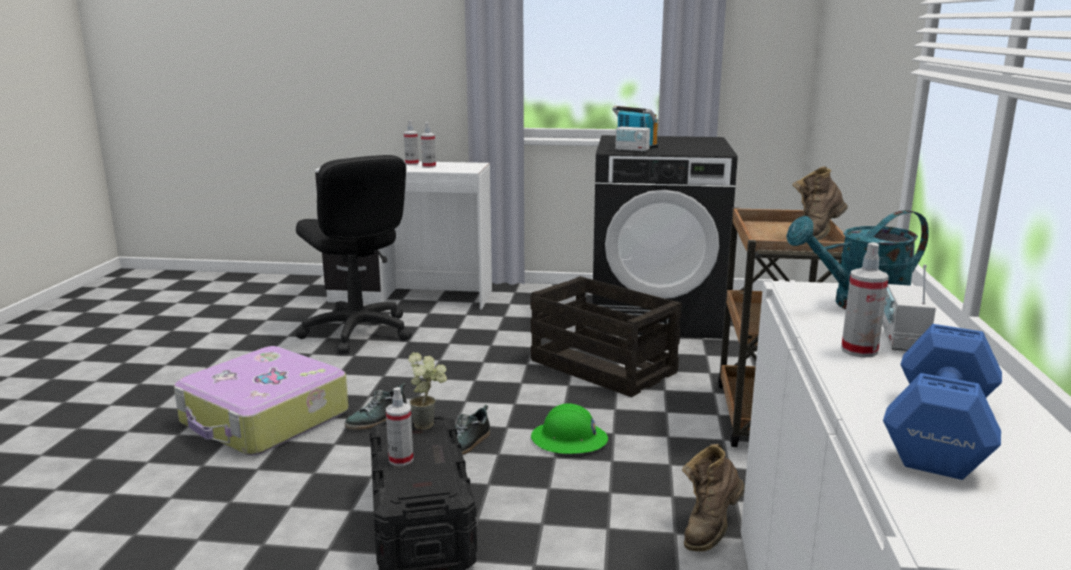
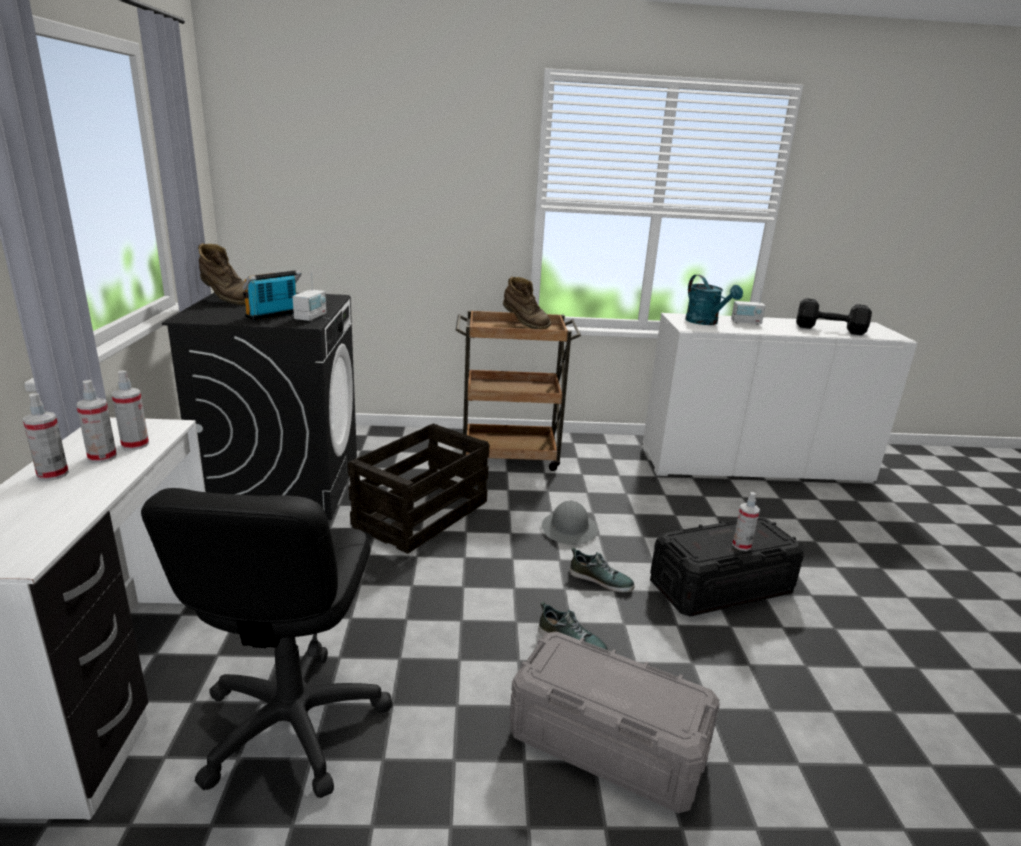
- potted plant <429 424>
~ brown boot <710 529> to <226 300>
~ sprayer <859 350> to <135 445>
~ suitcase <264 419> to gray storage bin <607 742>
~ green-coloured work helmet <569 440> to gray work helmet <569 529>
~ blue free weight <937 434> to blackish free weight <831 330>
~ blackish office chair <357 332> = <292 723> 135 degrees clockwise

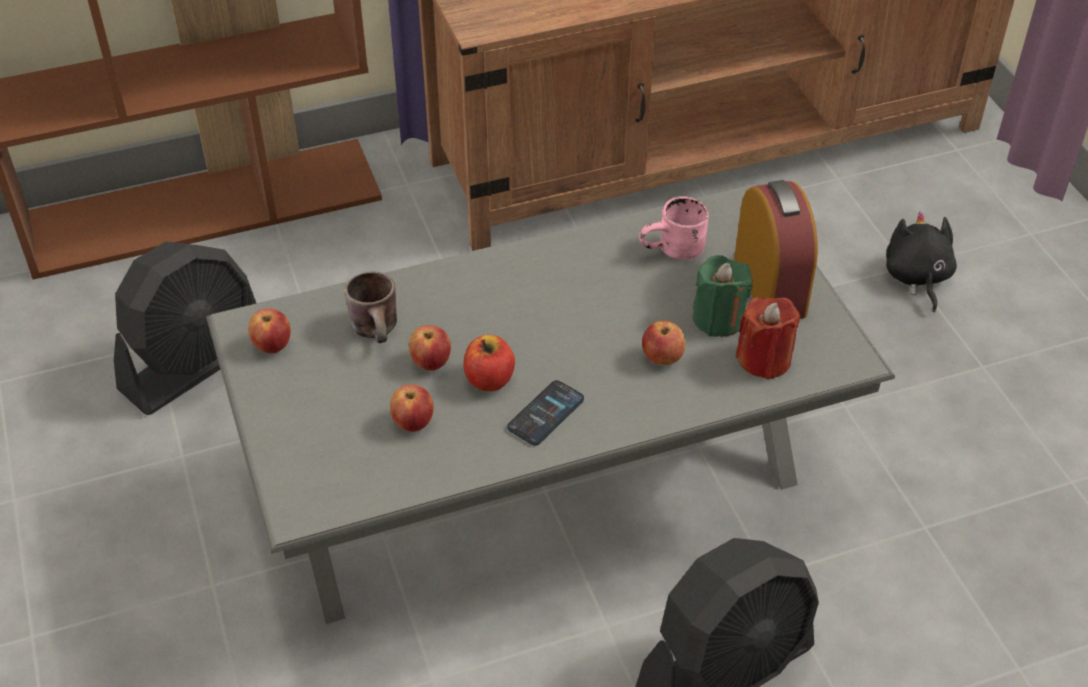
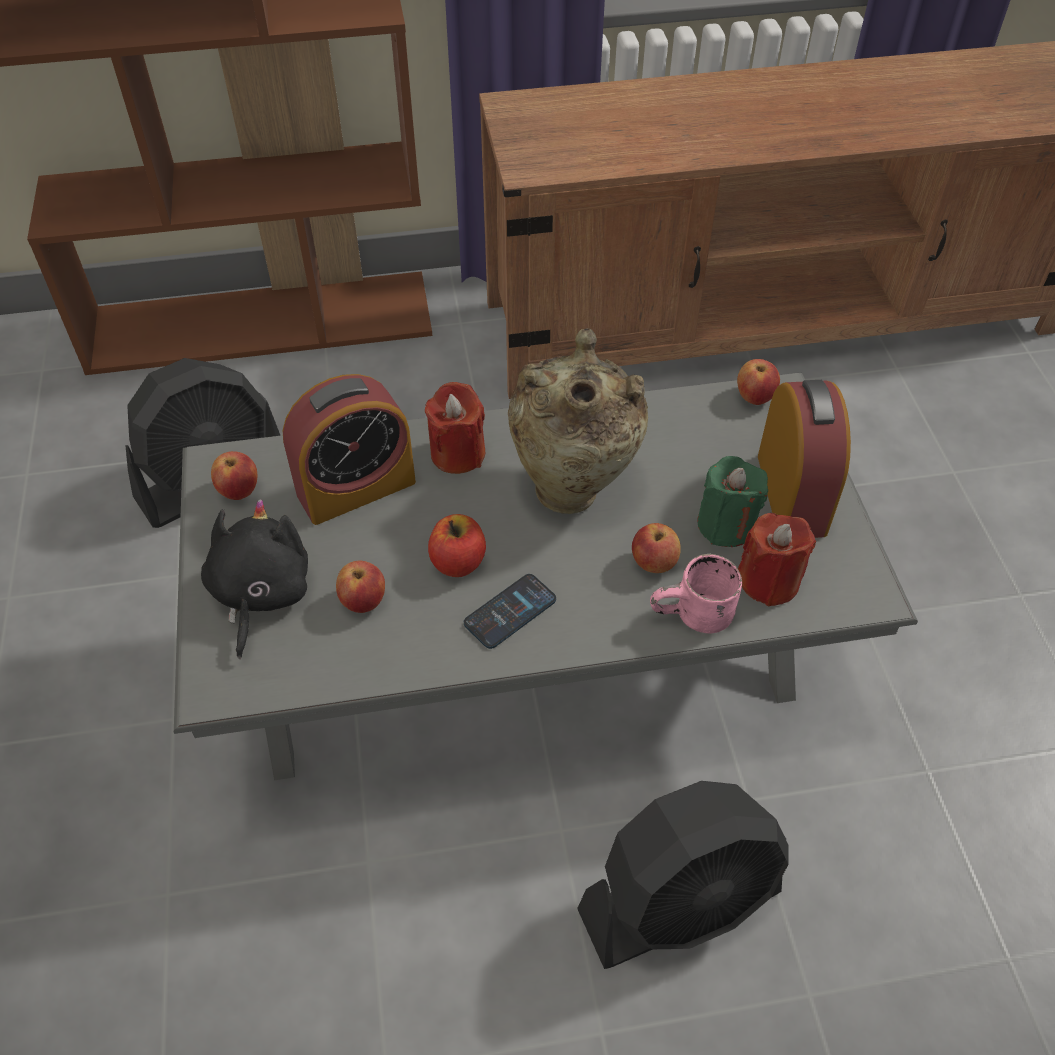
+ red wax light <457 453>
+ beige vase <573 488>
~ apple fruit <431 362> to <754 397>
~ pink tea mug <674 252> to <694 619>
~ blackish soft toy <917 277> to <260 594>
~ brown tea mug <380 330> to bedside clock <356 488>

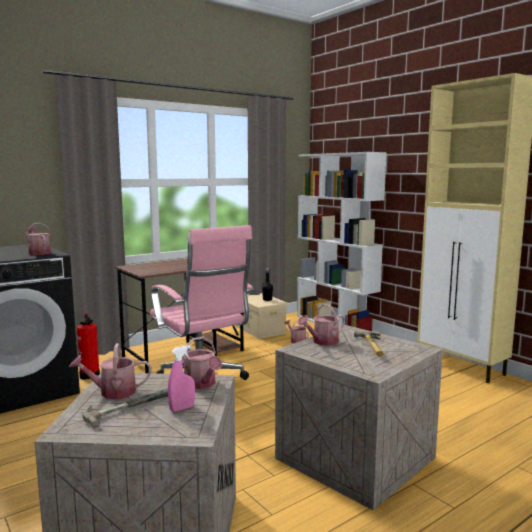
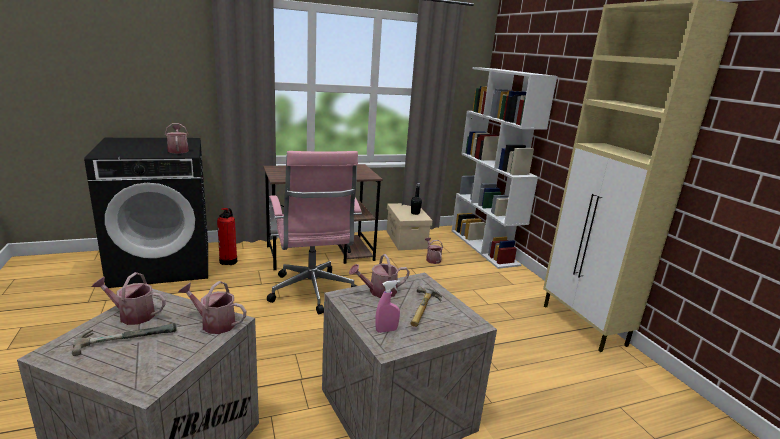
~ pink sprayer <182 408> to <386 330>
~ watering pot <201 384> = <214 323> 120 degrees clockwise

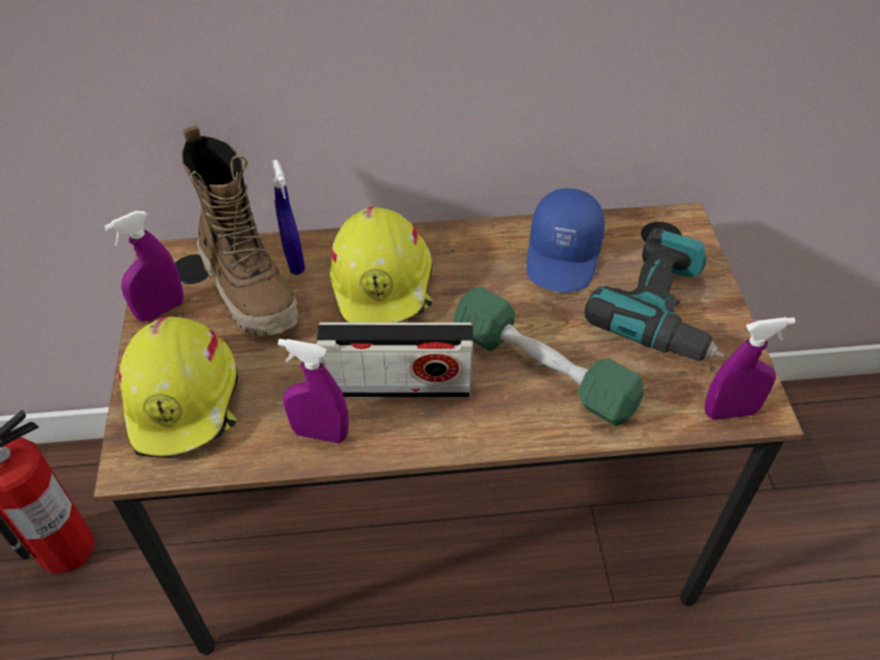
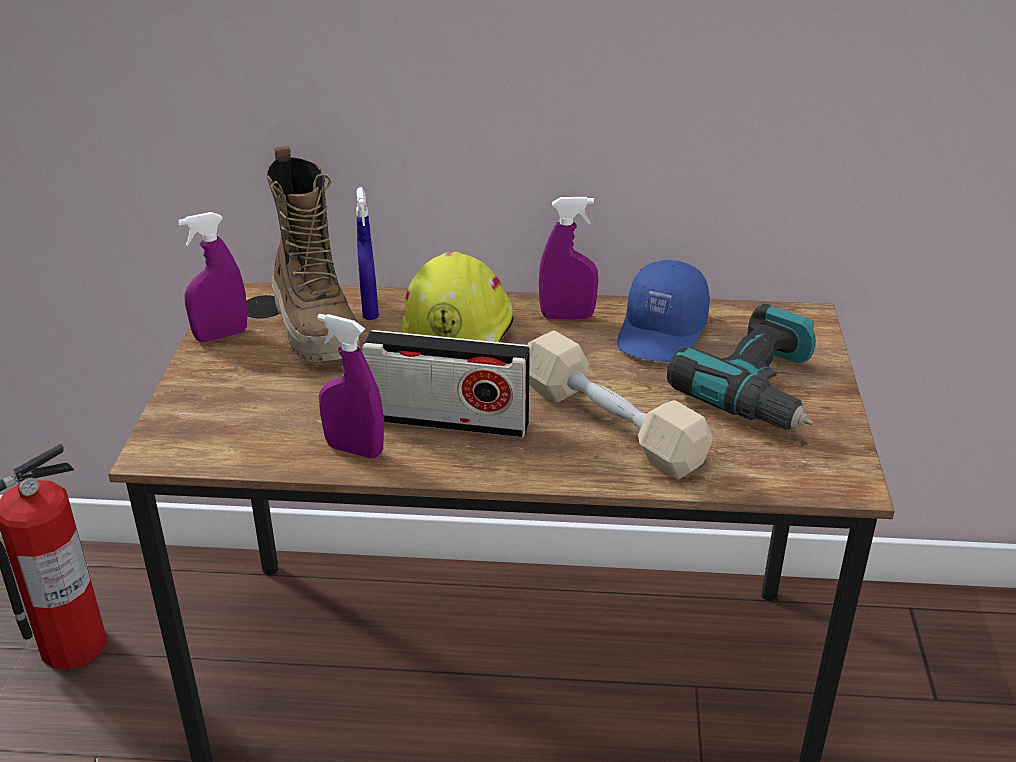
- yellowish work helmet <185 400>
~ purple-coloured sprayer <730 412> to <567 316>
~ green-coloured free weight <543 370> to beige free weight <611 424>

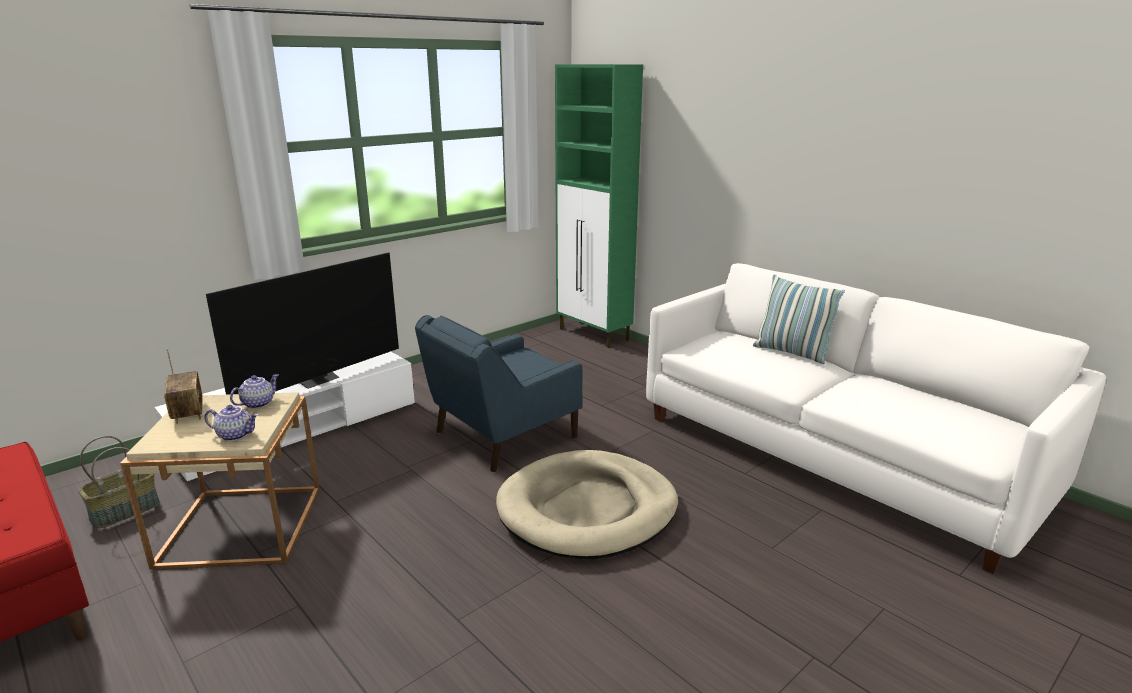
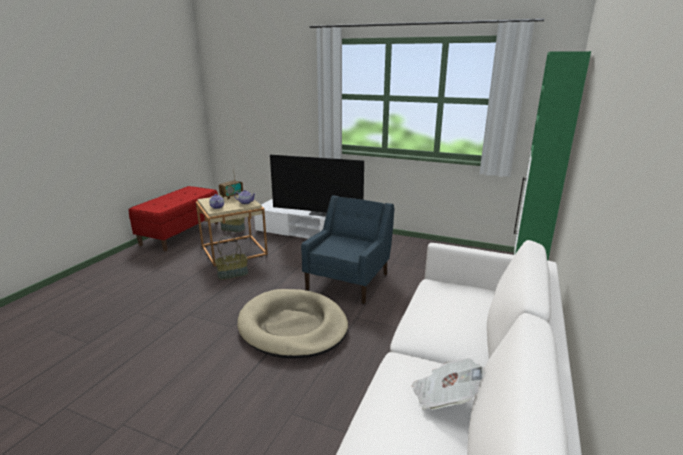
- cushion <791 353>
+ storage basket <233 274>
+ printed paper <444 397>
~ blue easy chair <502 436> = <349 281> 90 degrees clockwise

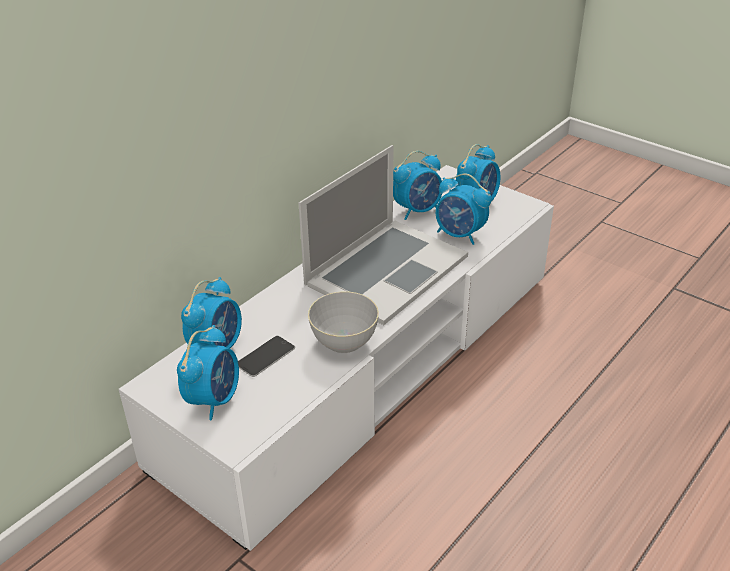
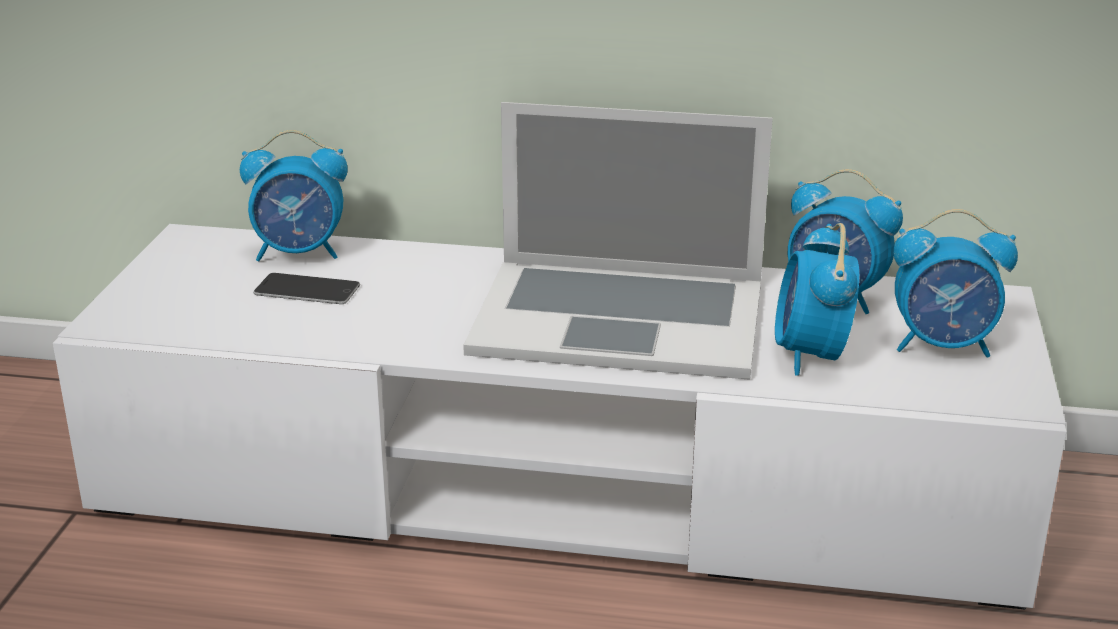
- bedside clock <214 399>
- gray bowl <344 342>

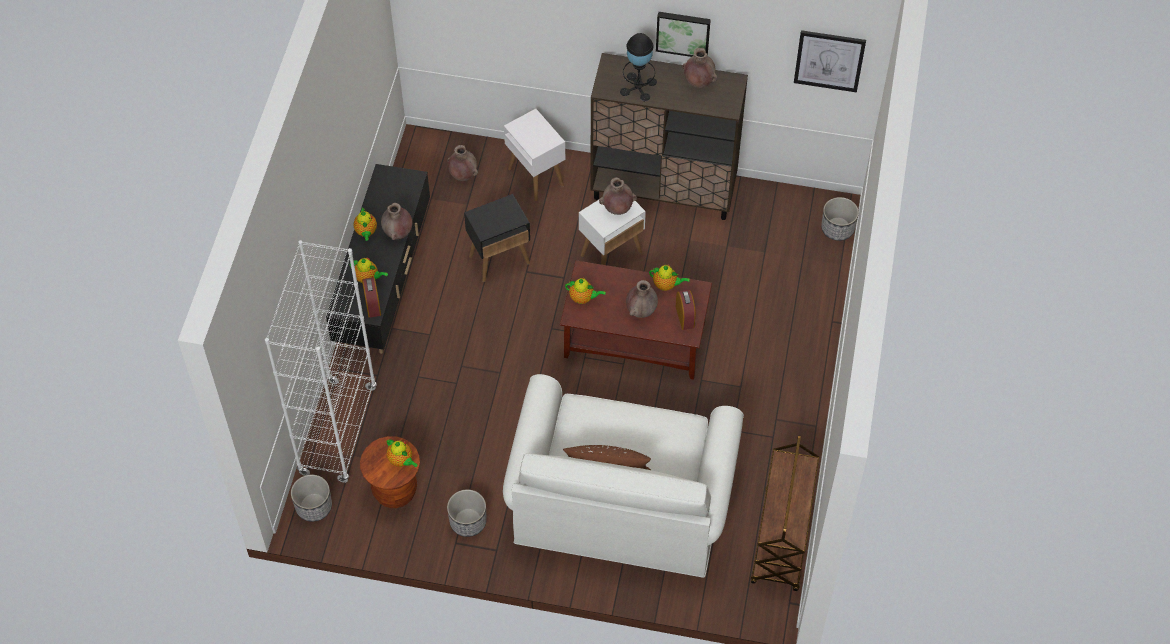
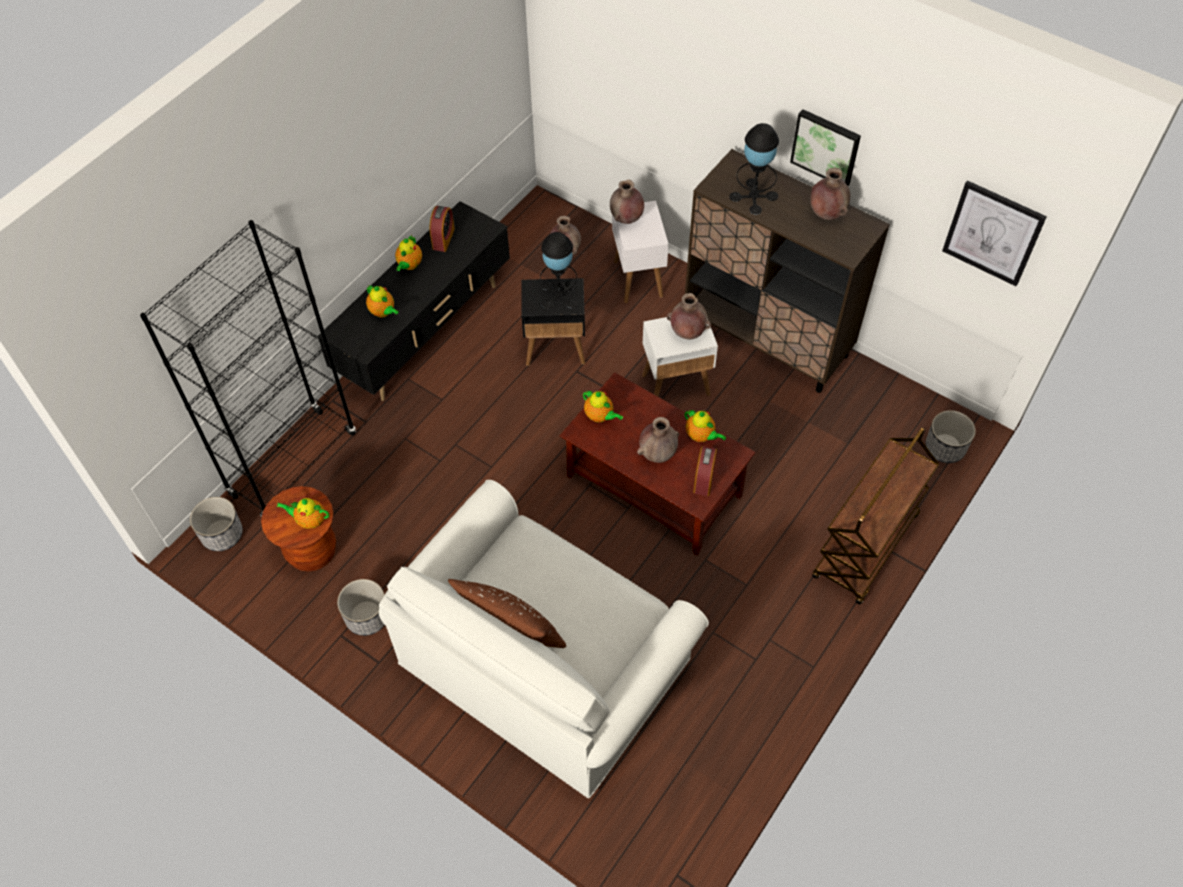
+ blackish tabletop lamp <559 295>
~ bedside clock <372 304> to <443 238>
~ brown vase <398 233> to <626 219>
~ brown wheeled cart <782 541> to <866 547>
~ whitish bookcase <338 431> to blackish bookcase <293 464>
~ pot for tea <401 461> = <309 520> 120 degrees clockwise

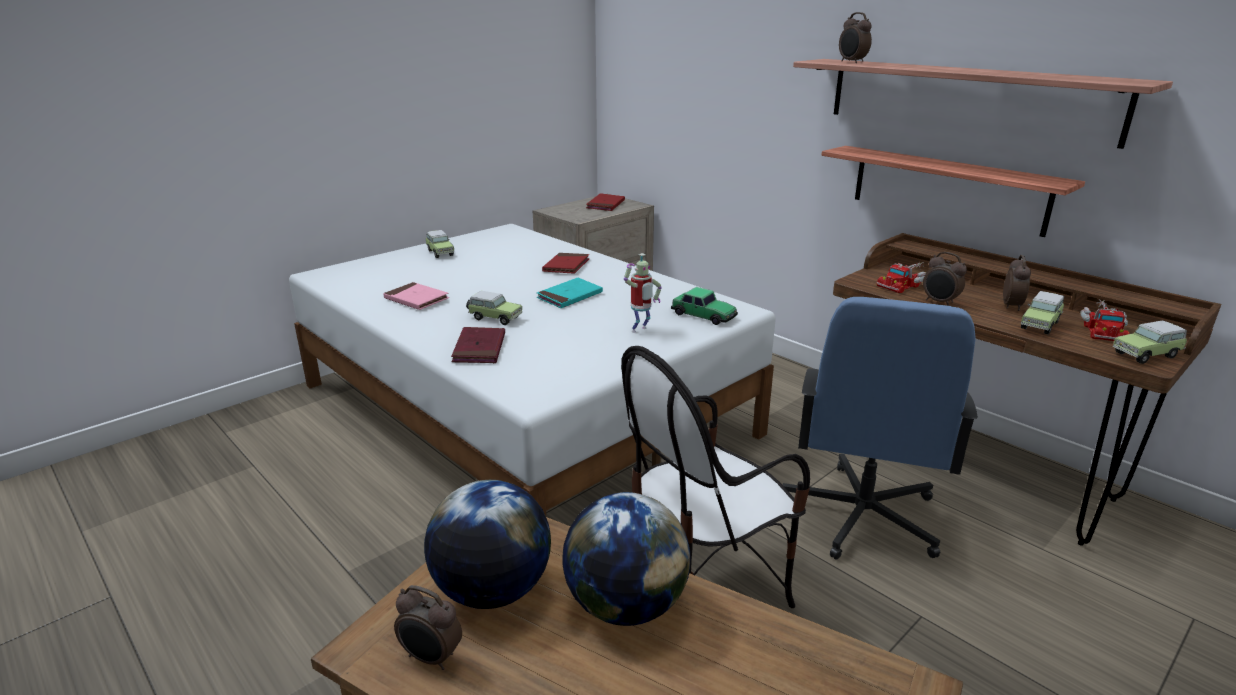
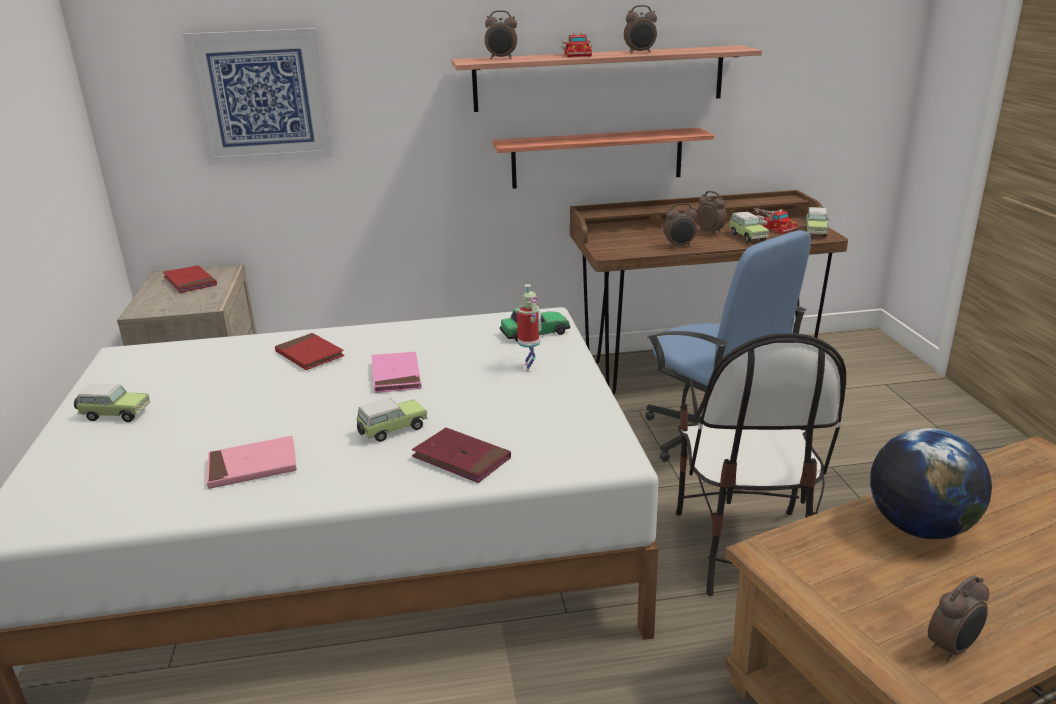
- desk globe <492 591>
+ wall picture <261 97>
+ bedside clock <640 53>
~ model truck <902 284> to <577 54>
~ turquoise-coloured book <570 296> to pink book <396 376>

